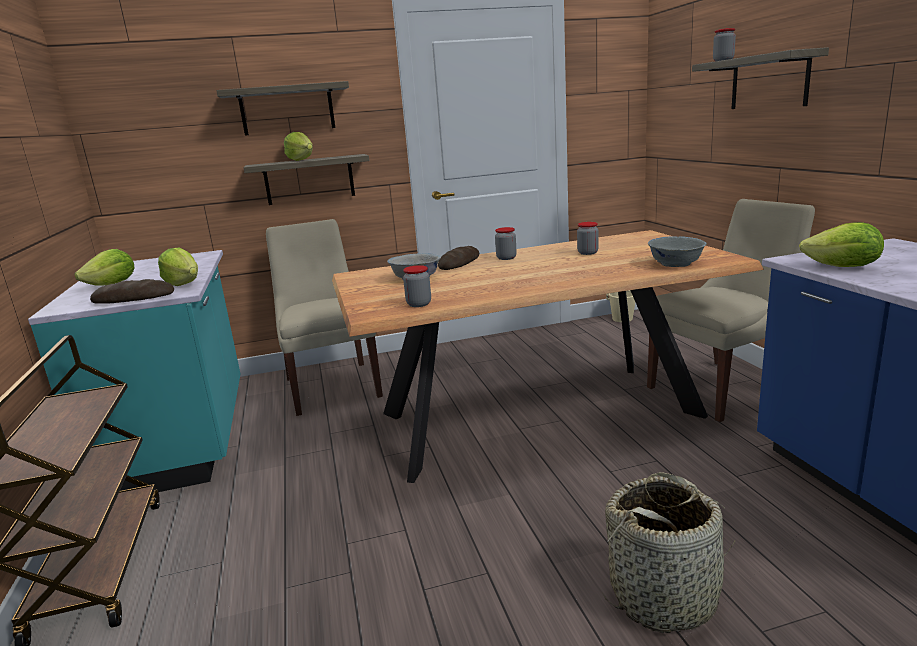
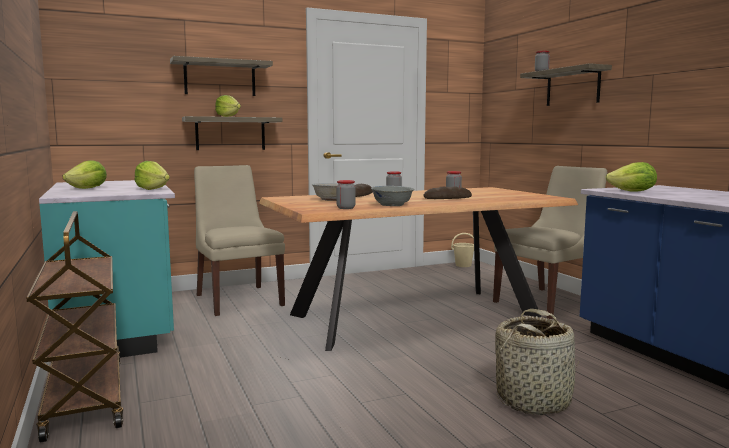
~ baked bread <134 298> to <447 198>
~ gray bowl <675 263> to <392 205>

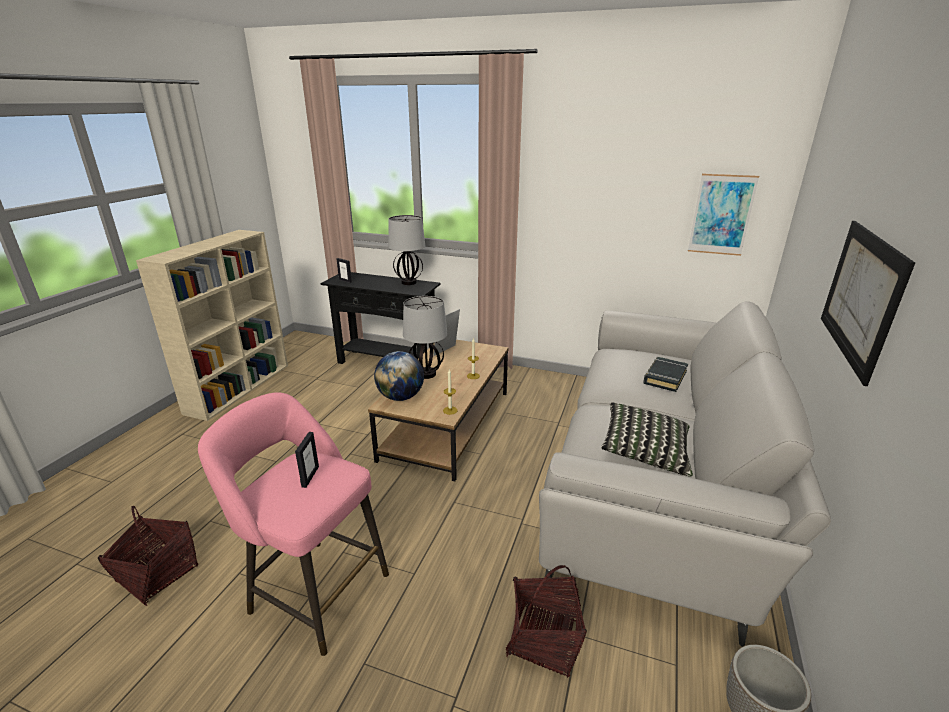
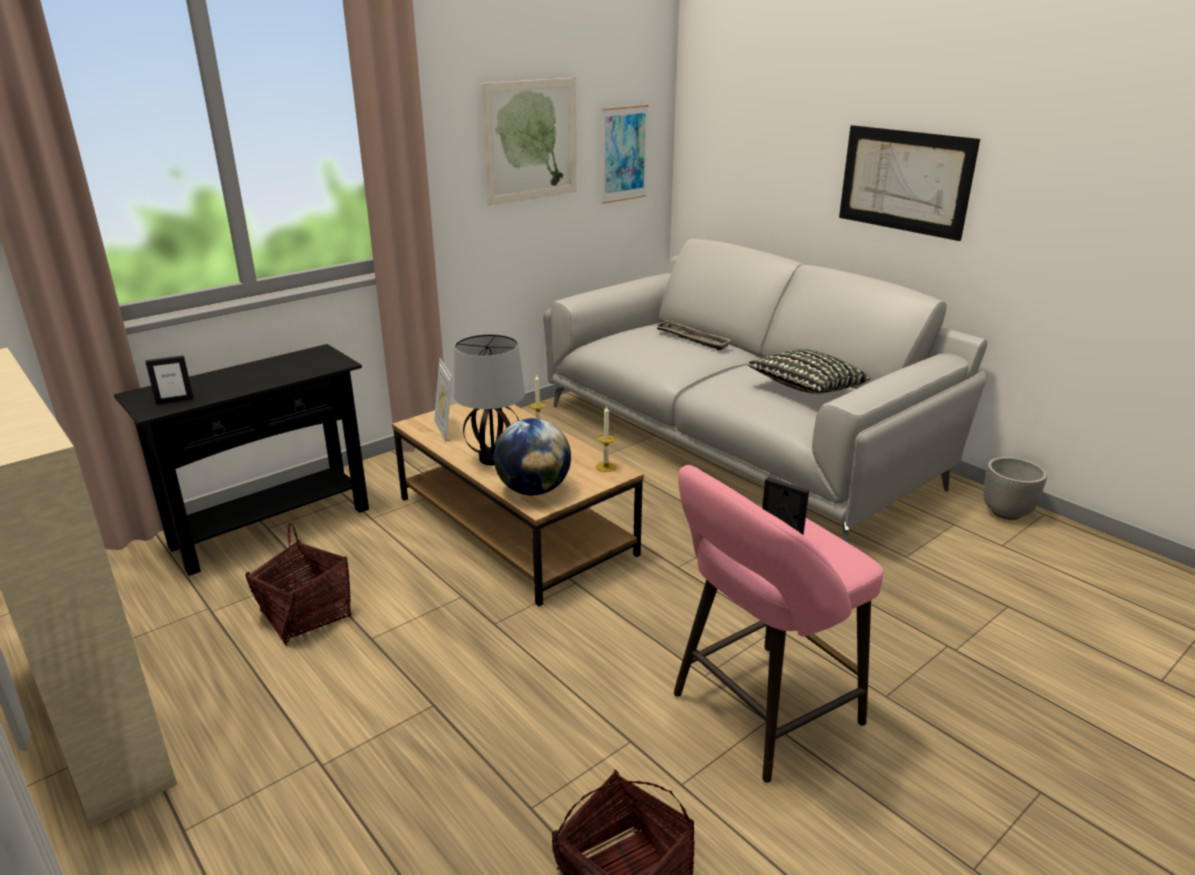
- tabletop lamp <409 282>
+ wall picture <531 140>
~ storage basket <544 639> to <306 615>
~ blackish book <665 377> to tray <692 339>

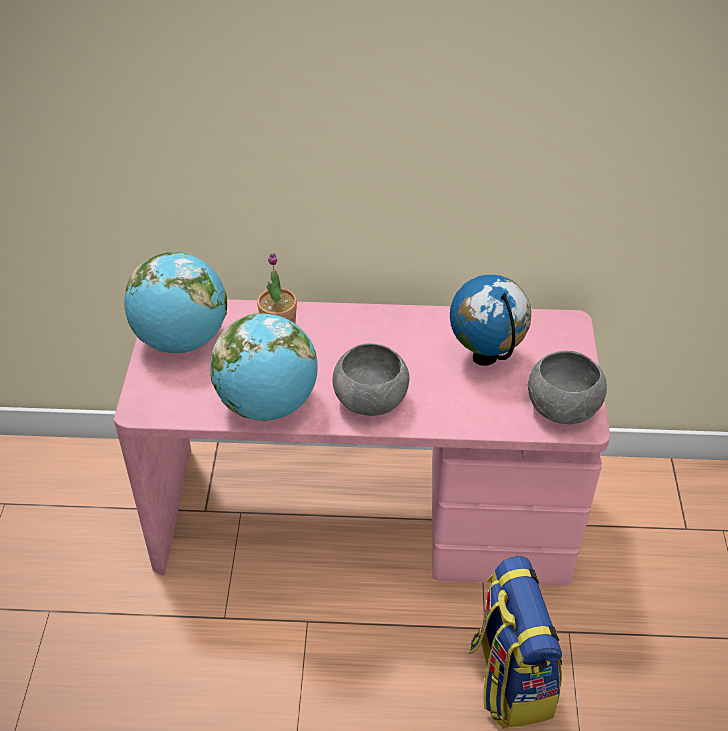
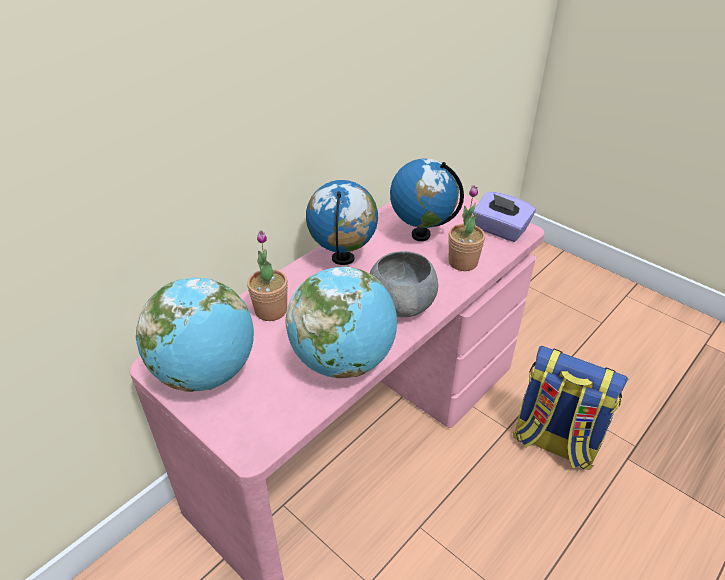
+ desk globe <343 259>
+ potted plant <463 262>
~ gray bowl <563 408> to purple-coloured tissue holder <500 230>

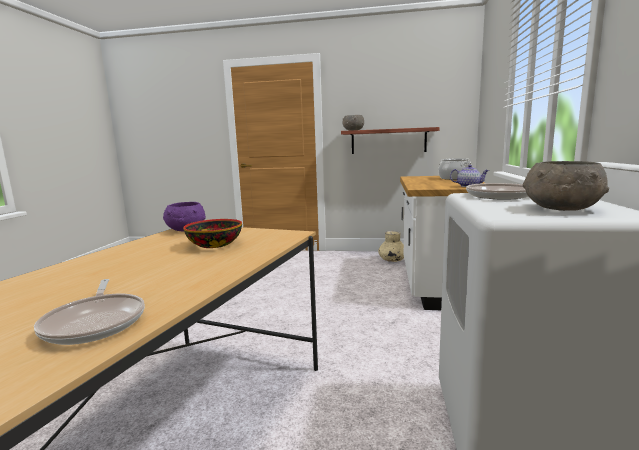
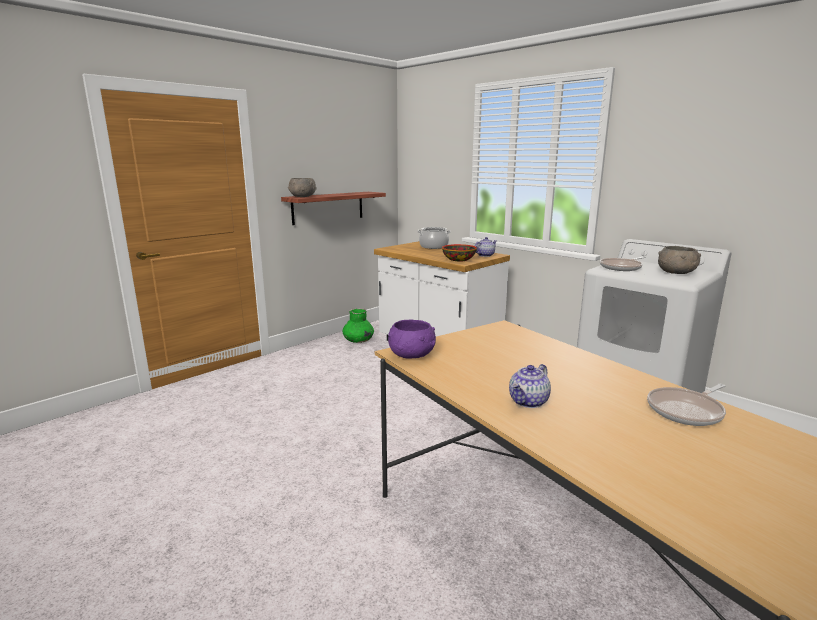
+ pot for tea <529 402>
~ bowl <215 244> to <458 259>
~ beige vase <392 260> to green-coloured vase <358 340>
~ frying pan <96 322> = <687 410> 135 degrees clockwise

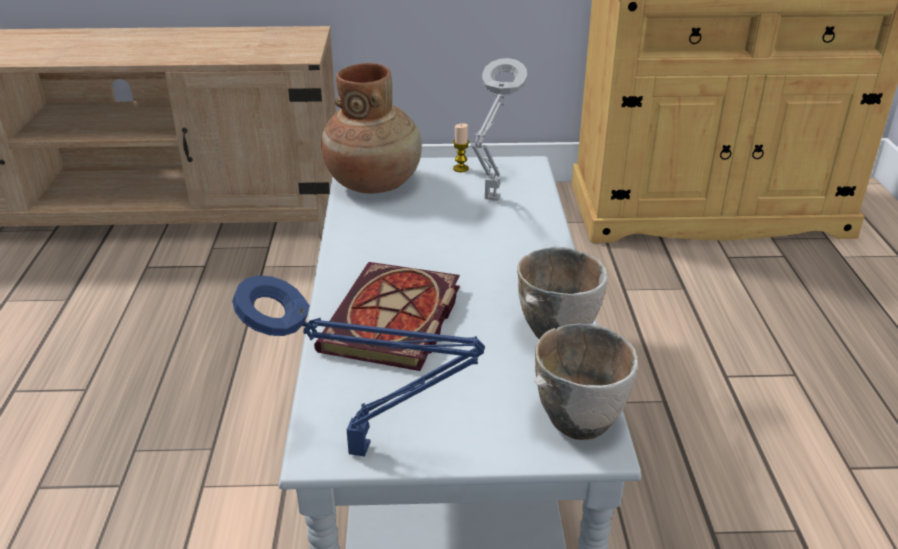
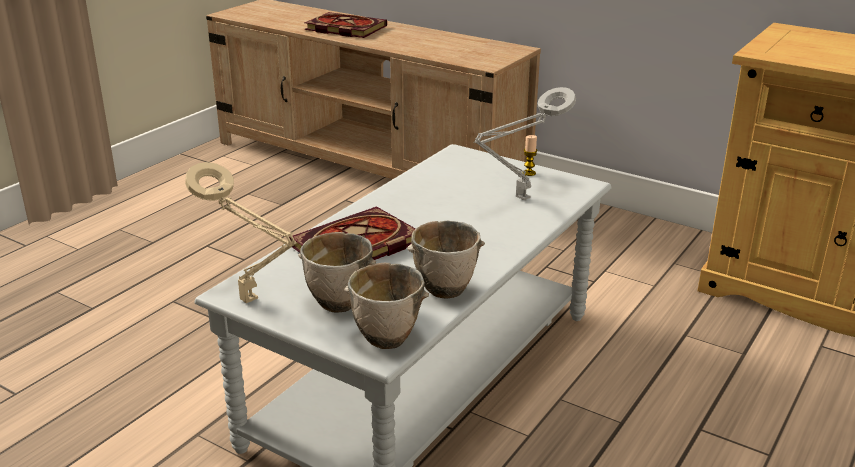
- brown vase <374 183>
+ bowl <341 304>
+ book <343 28>
~ blue tabletop lamp <367 451> to beige tabletop lamp <252 302>

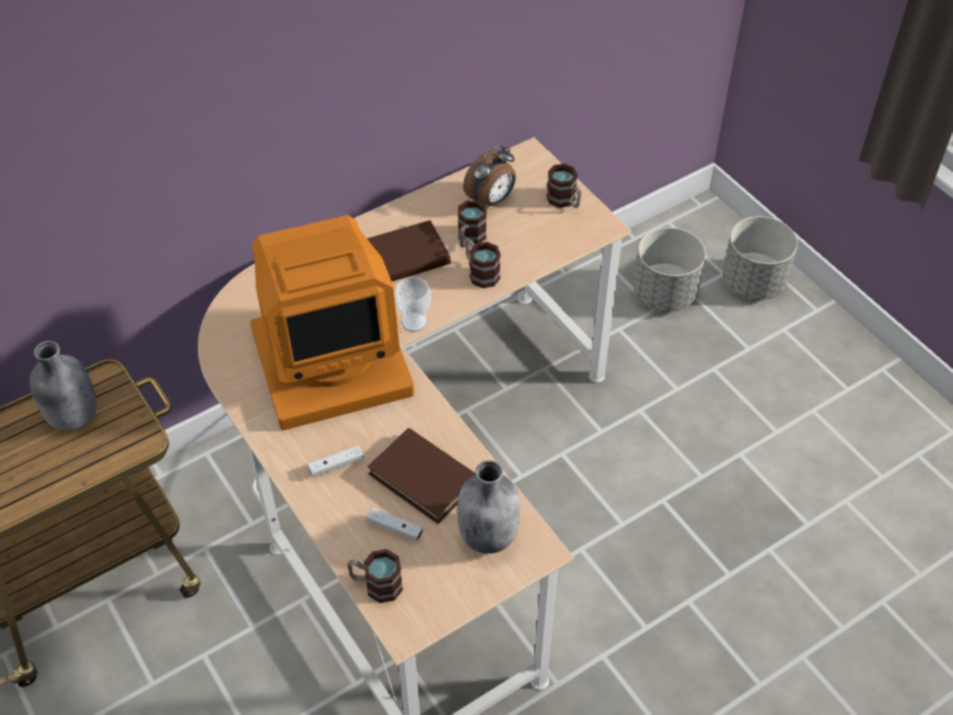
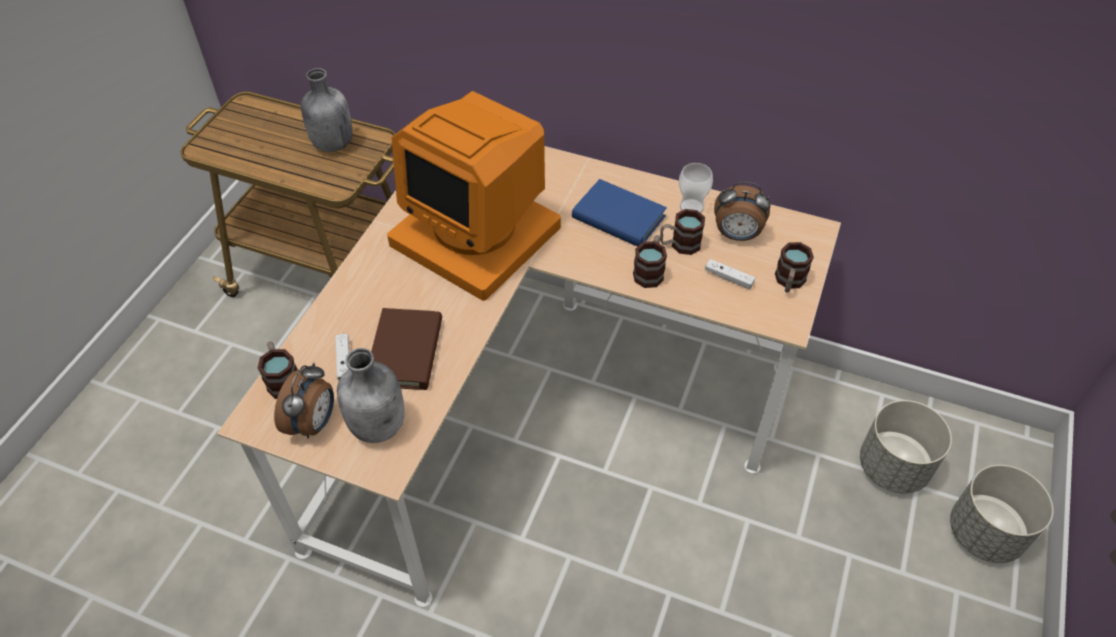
+ bedside clock <314 423>
~ whitish gamepad <336 465> to <728 278>
~ cup <414 322> to <691 207>
~ brown book <403 258> to blue book <618 217>

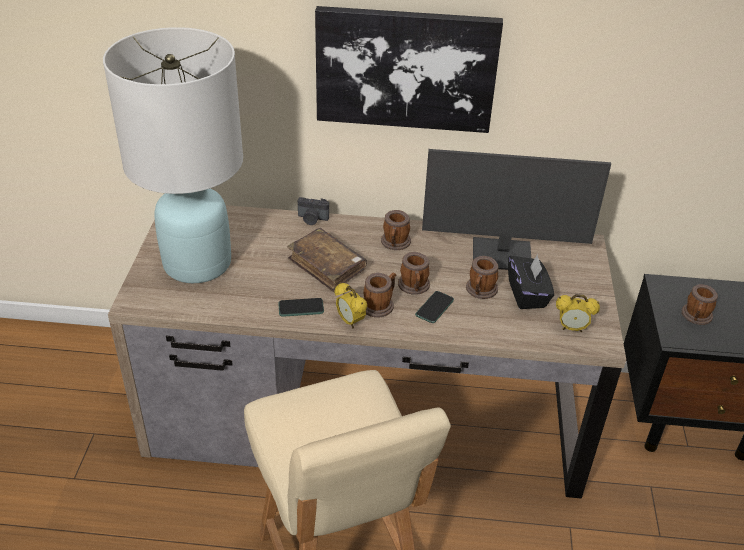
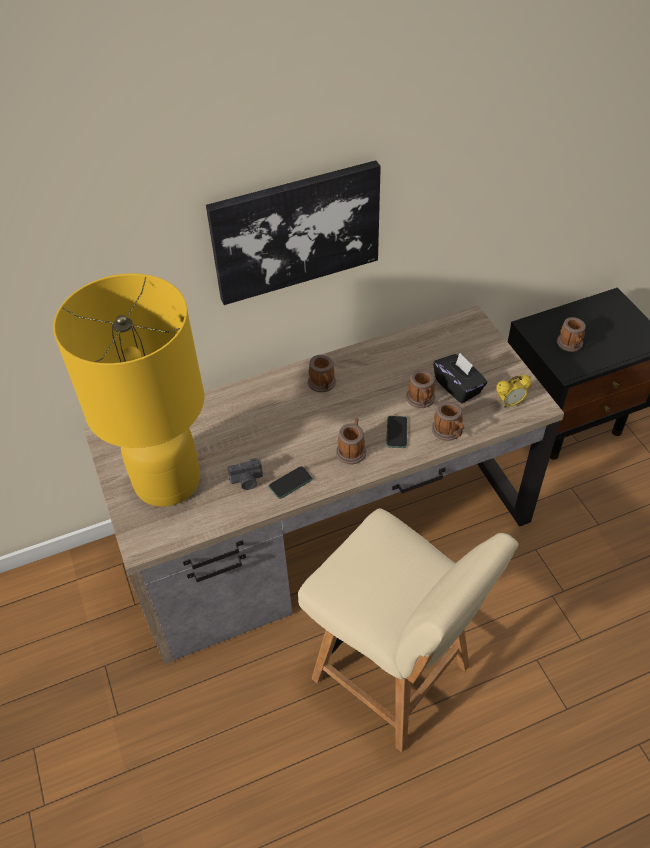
- brown book <327 266>
- bedside clock <350 322>
- computer display <502 256>
~ still camera <312 219> to <247 481>
~ tea mug <414 287> to <449 432>
~ whitish tabletop lamp <198 263> to yellowish tabletop lamp <168 481>

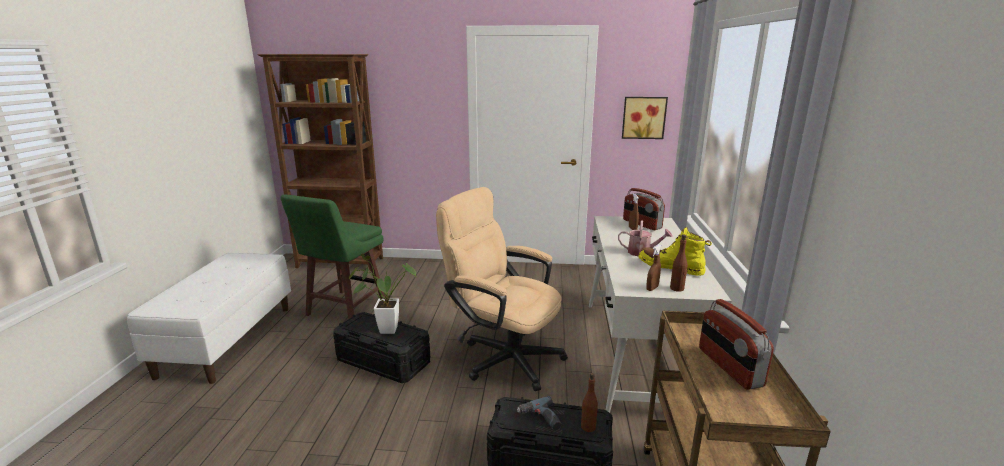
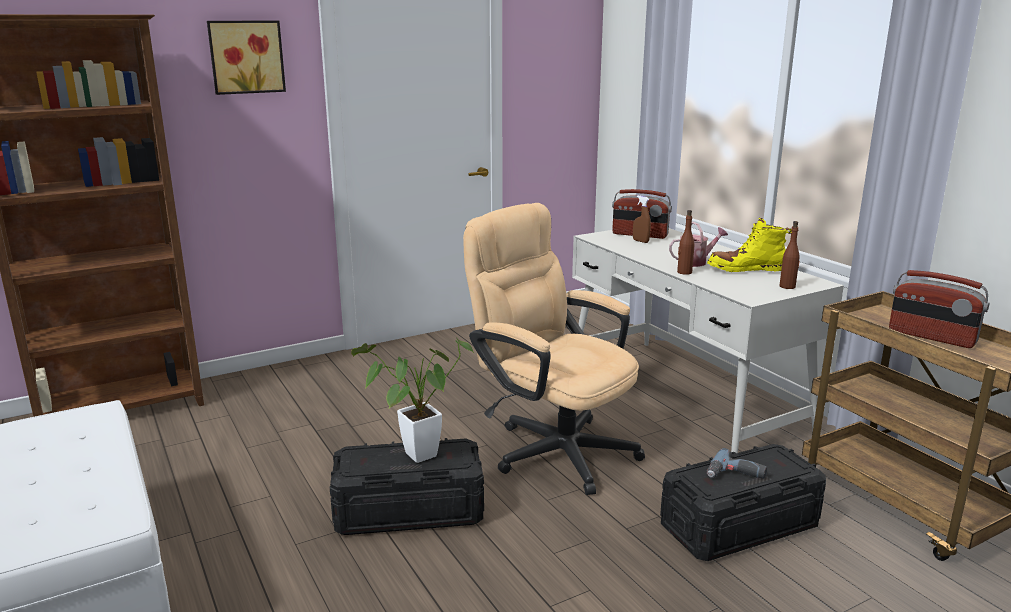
- green-coloured stool <344 309>
- brown sprayer <652 288>
~ brown bottle <588 427> to <684 272>
~ wall picture <643 117> to <246 57>
~ beige office chair <503 356> = <552 447> 45 degrees clockwise

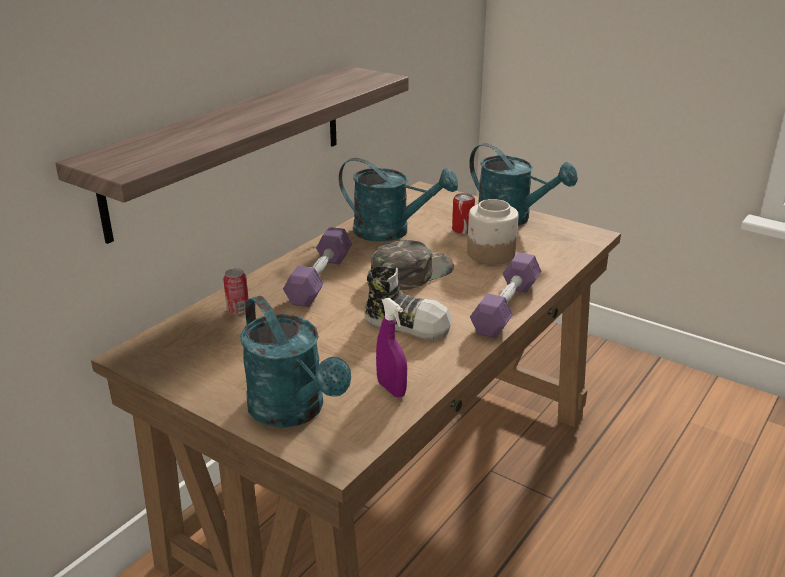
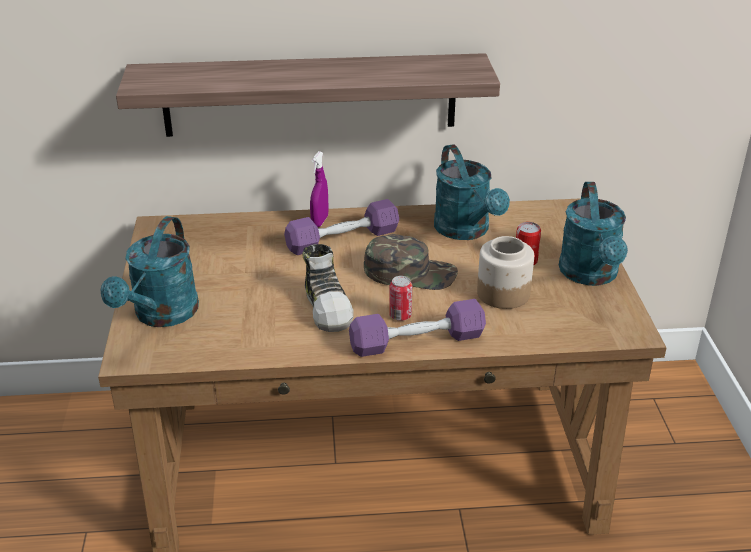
~ sealed can <238 310> to <400 316>
~ purple-coloured sprayer <391 389> to <320 221>

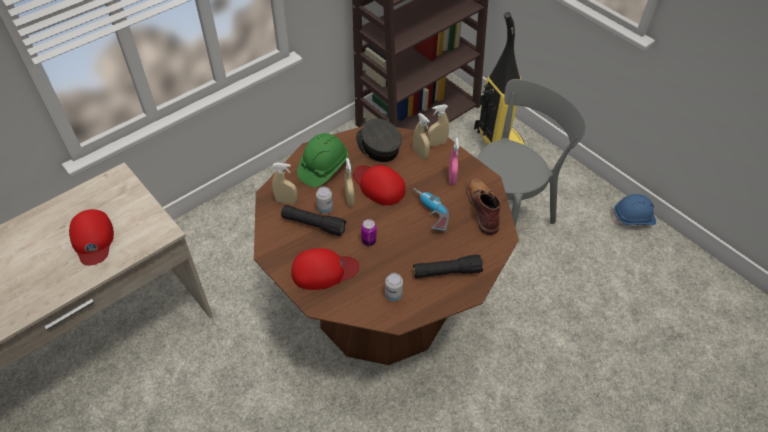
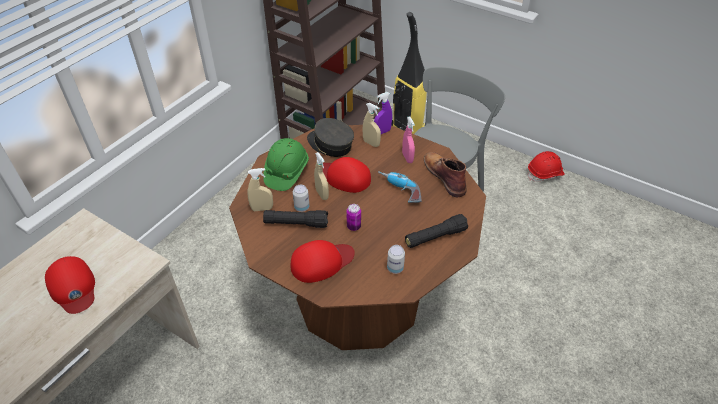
~ beige sprayer <437 143> to purple-coloured sprayer <382 132>
~ blue work helmet <633 218> to red work helmet <545 174>

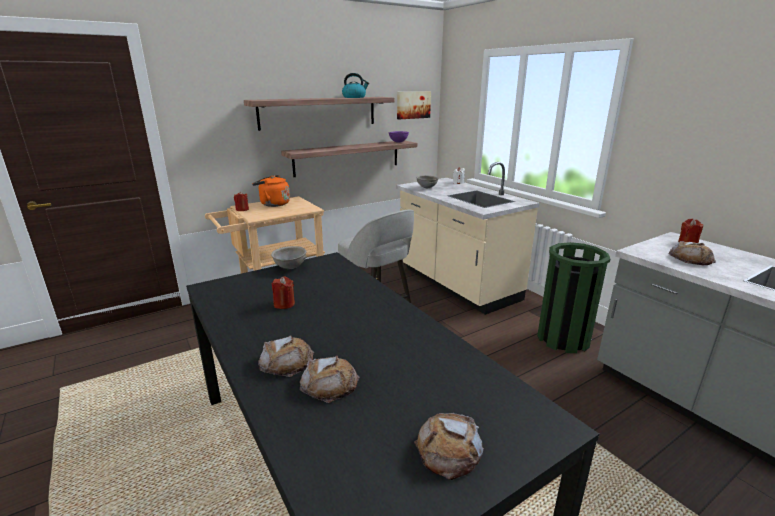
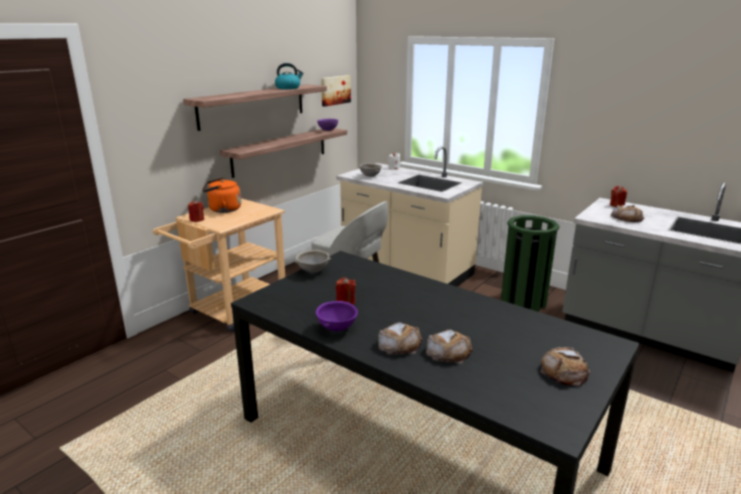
+ purple-coloured bowl <337 328>

